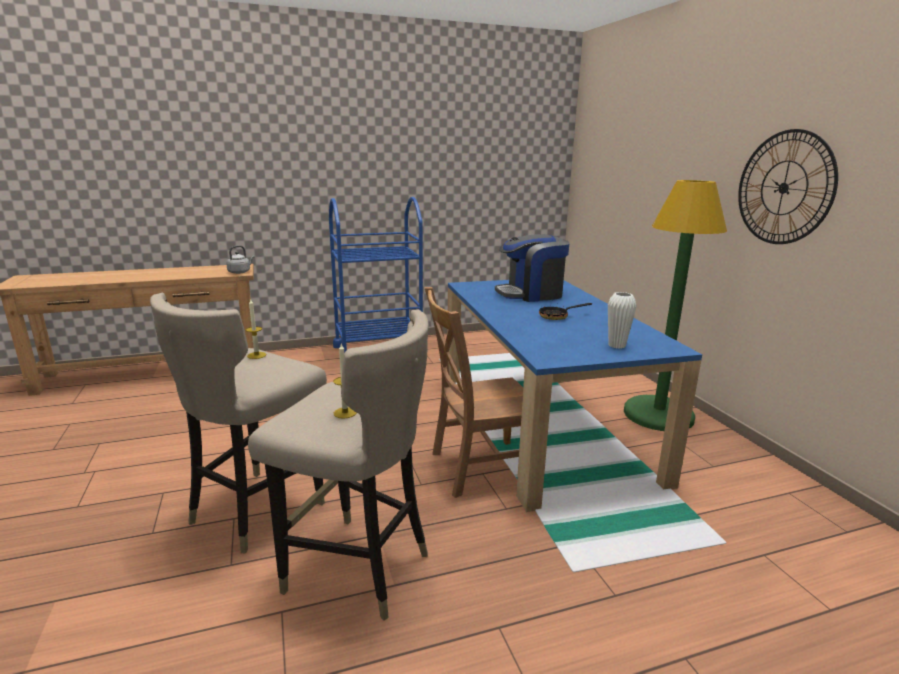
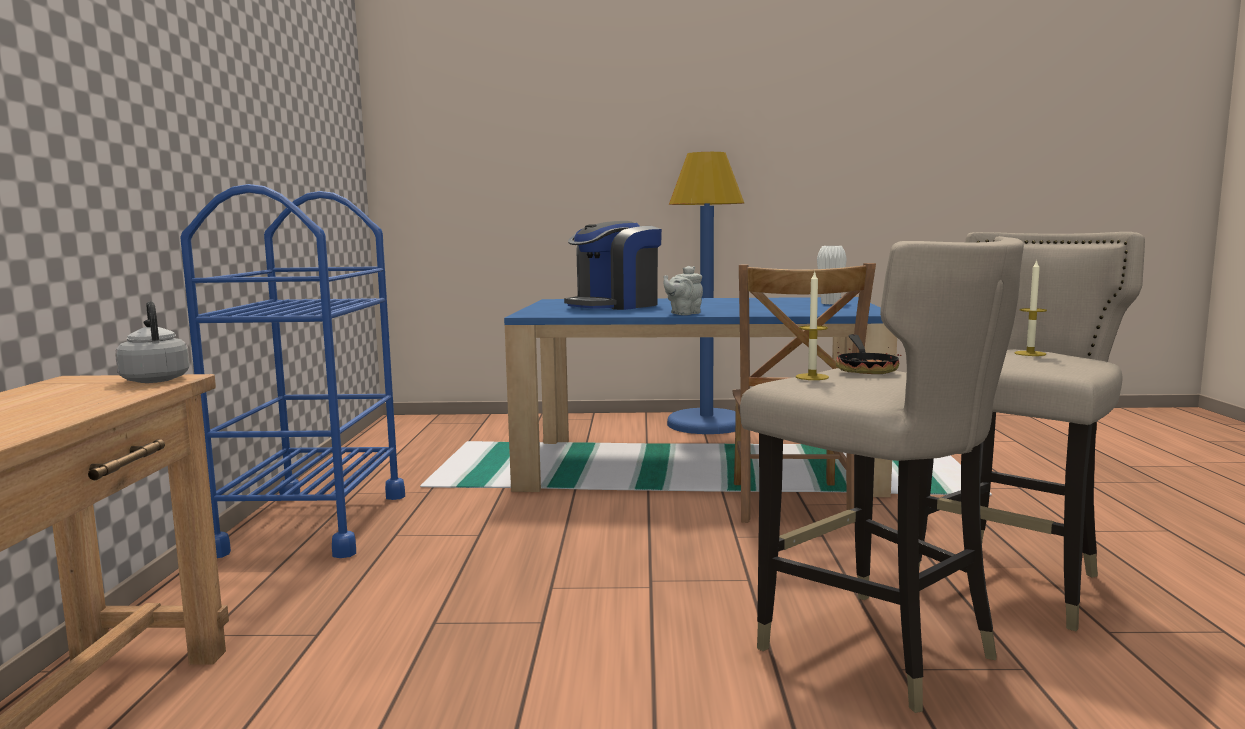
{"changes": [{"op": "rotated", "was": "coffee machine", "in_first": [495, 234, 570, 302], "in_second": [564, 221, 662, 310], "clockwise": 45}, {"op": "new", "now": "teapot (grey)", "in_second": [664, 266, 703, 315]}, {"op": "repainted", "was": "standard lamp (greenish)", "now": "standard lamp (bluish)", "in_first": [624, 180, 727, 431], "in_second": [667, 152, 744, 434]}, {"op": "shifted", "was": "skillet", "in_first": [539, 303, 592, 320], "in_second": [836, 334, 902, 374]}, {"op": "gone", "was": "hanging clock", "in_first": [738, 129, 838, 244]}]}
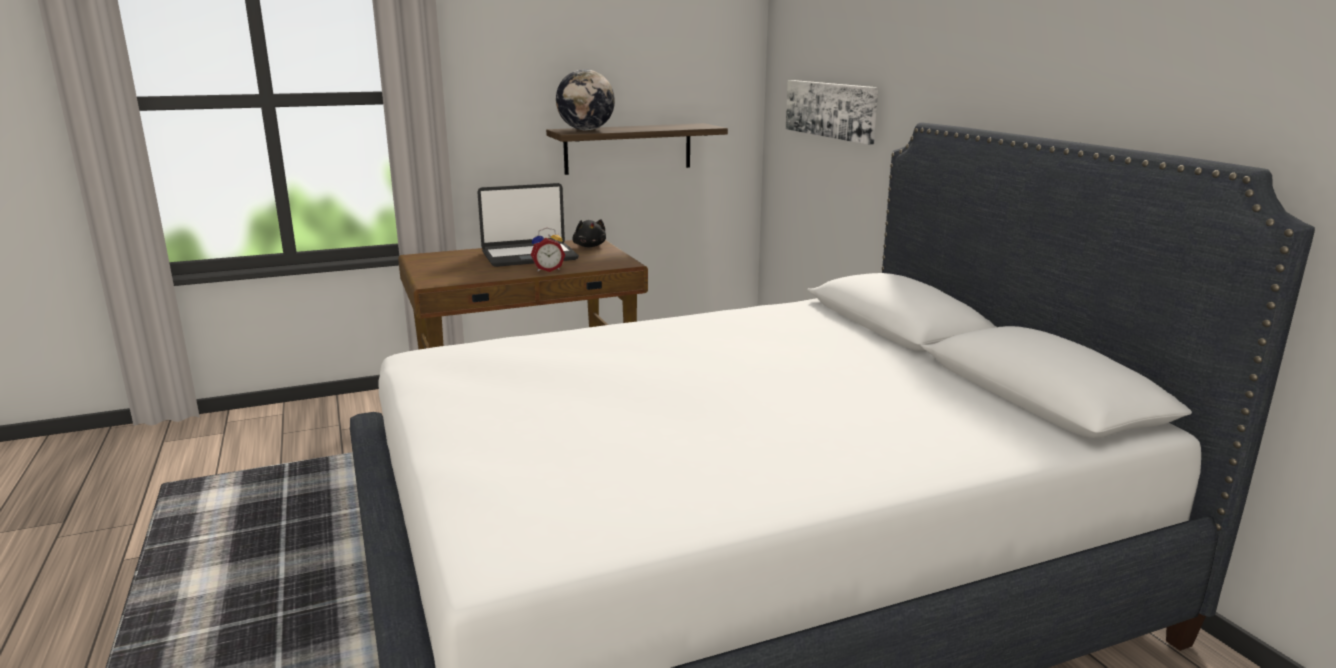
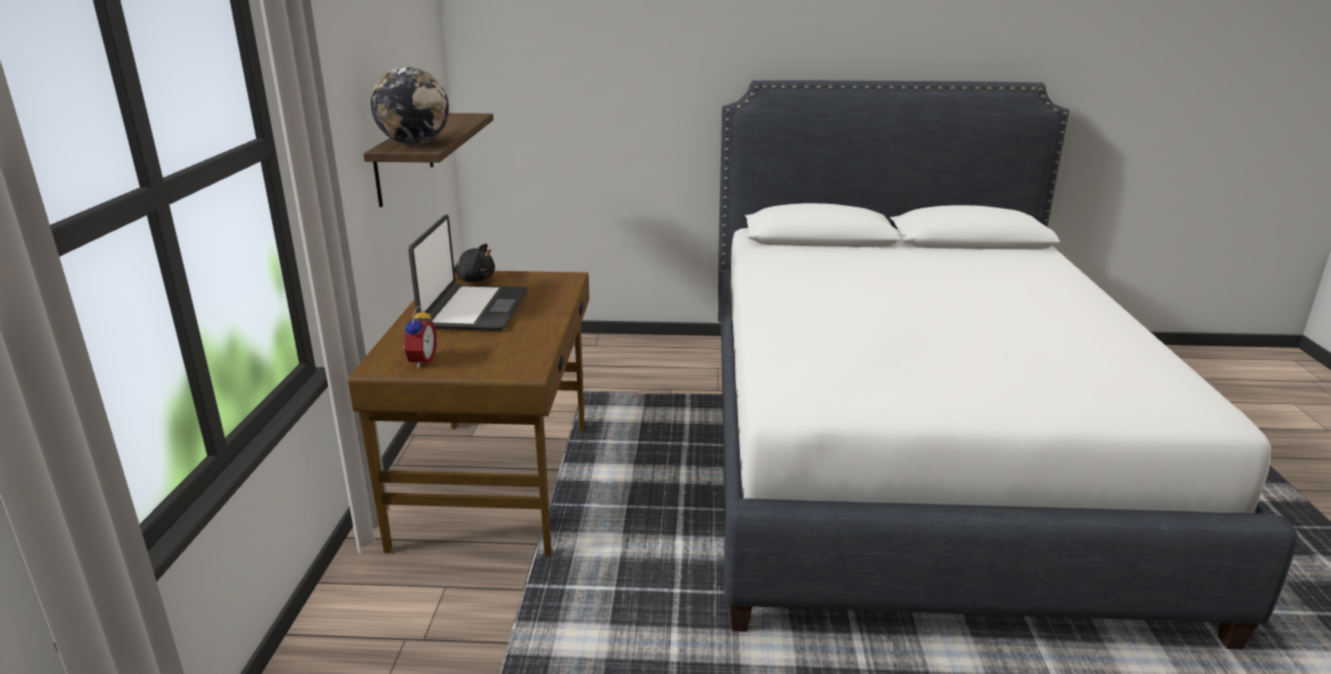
{"changes": [{"op": "shifted", "was": "table clock", "in_first": [531, 228, 565, 272], "in_second": [400, 306, 436, 368]}, {"op": "gone", "was": "wall picture", "in_first": [786, 80, 879, 145]}]}
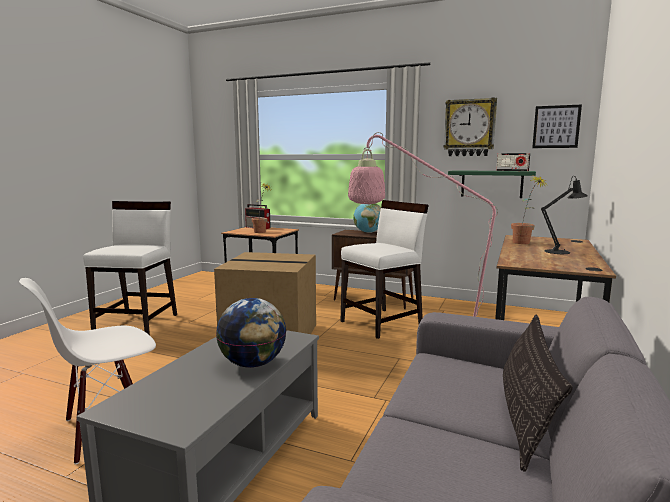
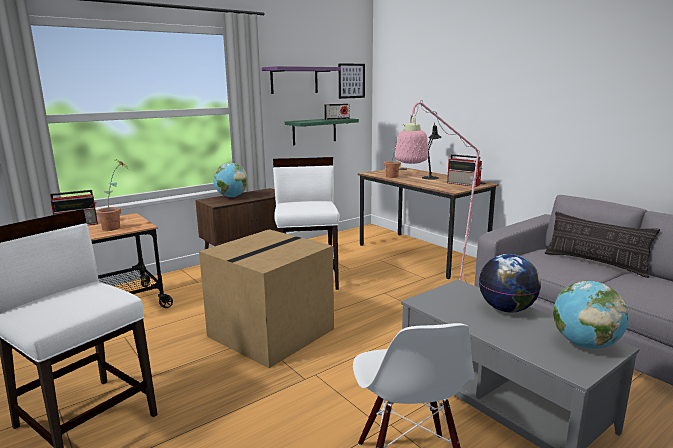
{"changes": [{"op": "swapped", "was": "hanging clock", "now": "bracket shelf (purple)", "in_first": [444, 98, 497, 156], "in_second": [262, 66, 341, 94]}, {"op": "new", "now": "radio receiver", "in_second": [447, 154, 482, 187]}, {"op": "new", "now": "world globe", "in_second": [553, 281, 629, 349]}]}
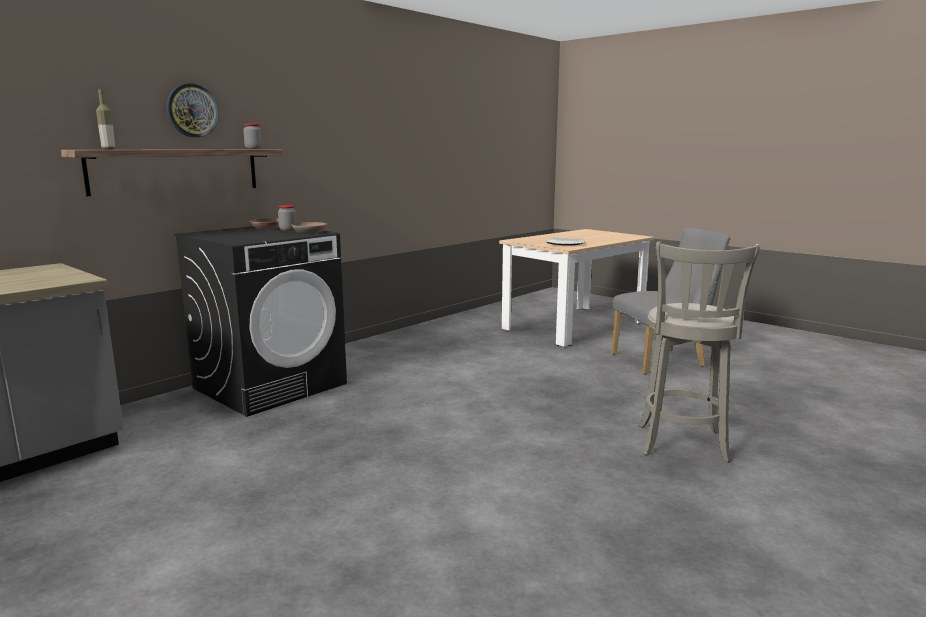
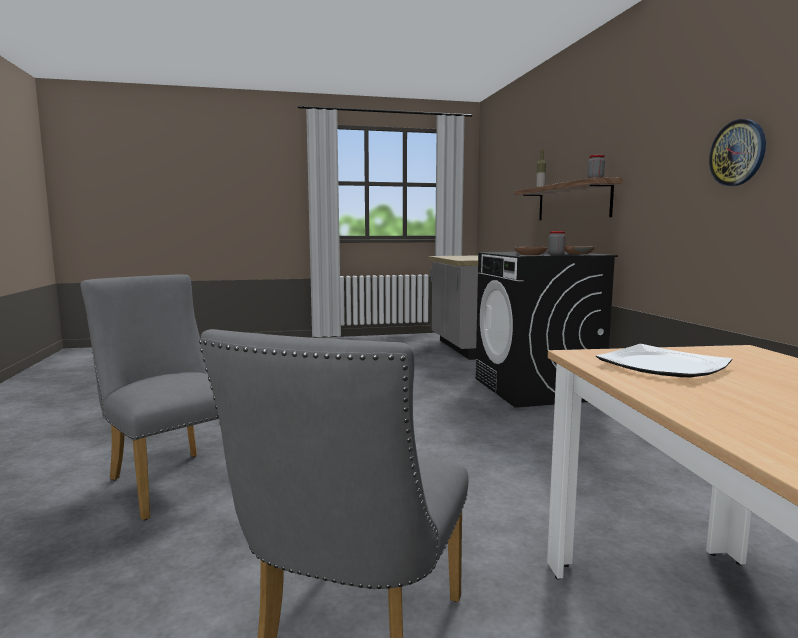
{"changes": [{"op": "swapped", "was": "stool (grey)", "now": "chair (grey)", "in_first": [639, 241, 760, 463], "in_second": [80, 275, 219, 520]}, {"op": "shifted", "was": "hanging clock", "in_first": [167, 83, 219, 138], "in_second": [709, 119, 766, 186]}]}
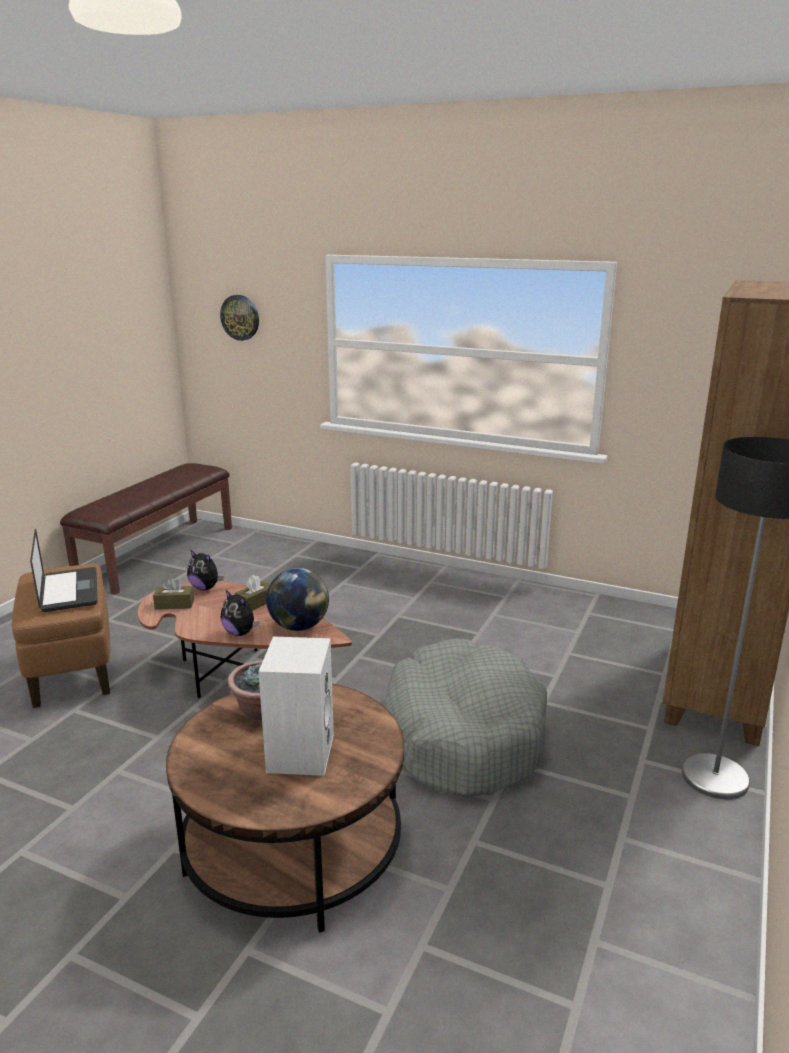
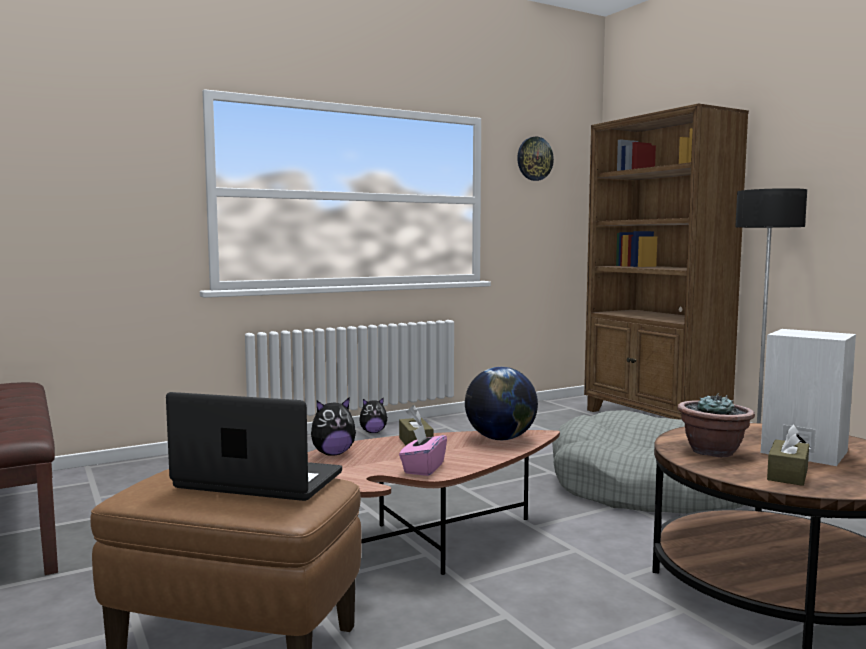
{"changes": [{"op": "shifted", "was": "plush toy", "in_first": [221, 590, 260, 636], "in_second": [359, 397, 388, 433]}, {"op": "new", "now": "box of tissues (pinkish)", "in_second": [399, 425, 447, 476]}, {"op": "shifted", "was": "hanging clock", "in_first": [220, 295, 259, 341], "in_second": [517, 136, 554, 181]}, {"op": "shifted", "was": "box of tissues (brown)", "in_first": [153, 577, 194, 610], "in_second": [767, 424, 809, 486]}]}
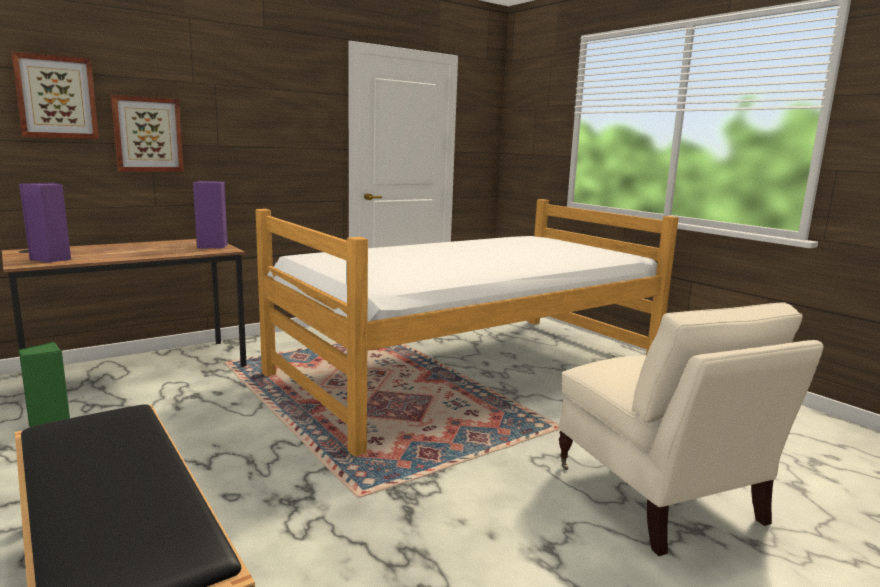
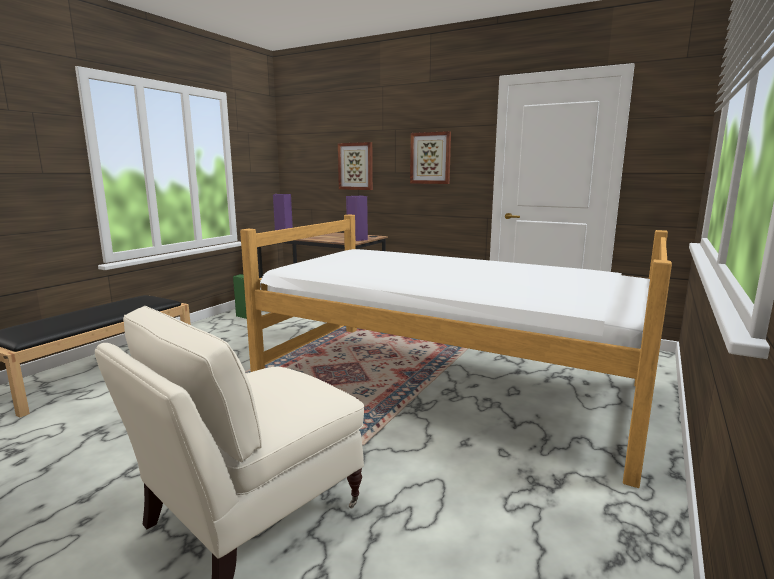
{"changes": [{"op": "shifted", "was": "wall picture", "in_first": [12, 51, 99, 139], "in_second": [410, 131, 451, 184]}]}
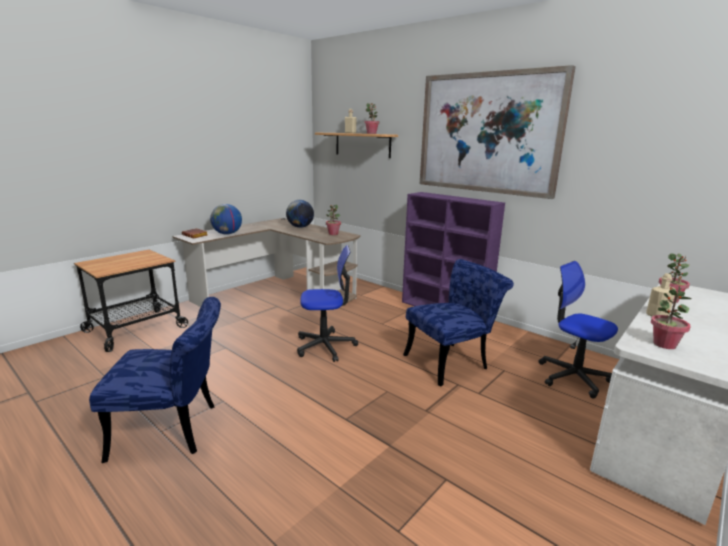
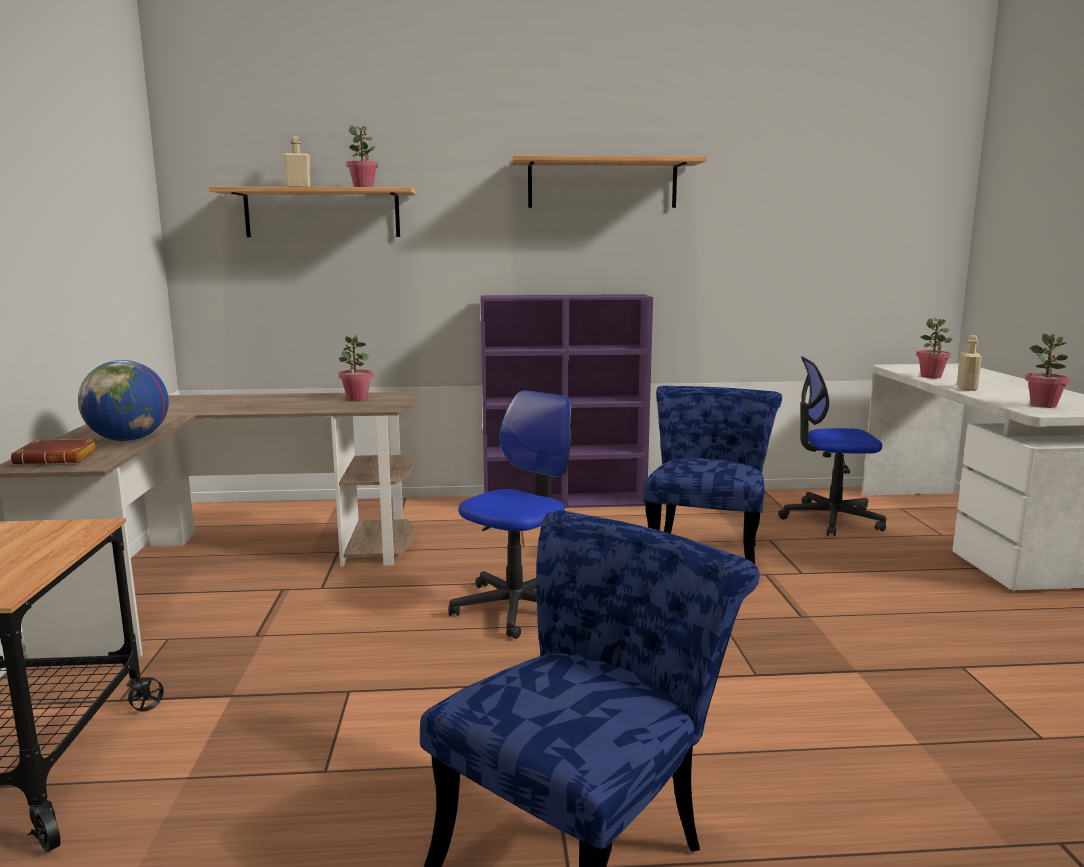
{"changes": [{"op": "swapped", "was": "wall picture", "now": "bracket shelf", "in_first": [420, 65, 576, 199], "in_second": [511, 156, 707, 208]}, {"op": "gone", "was": "world globe", "in_first": [286, 200, 314, 228]}]}
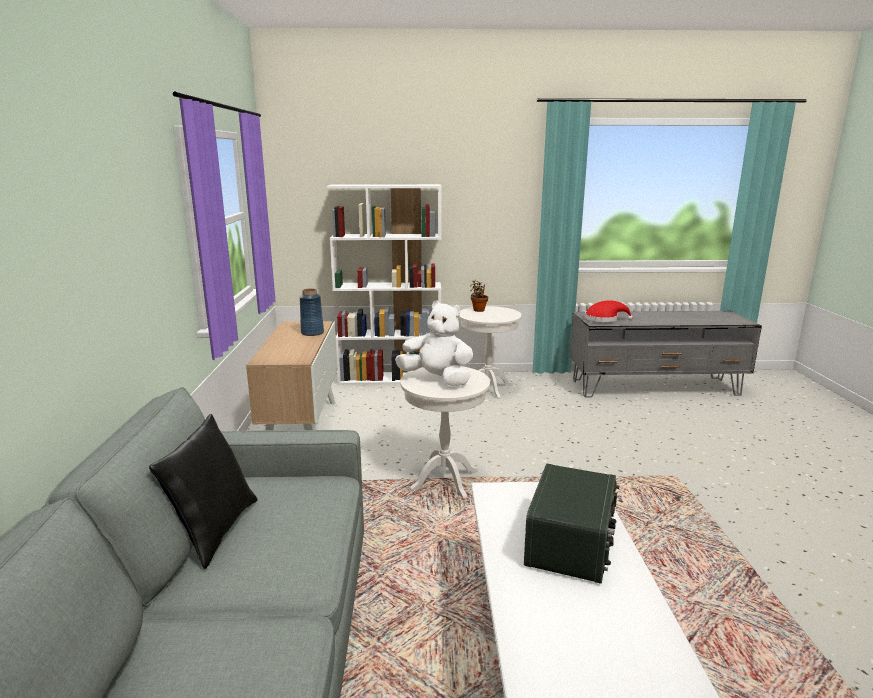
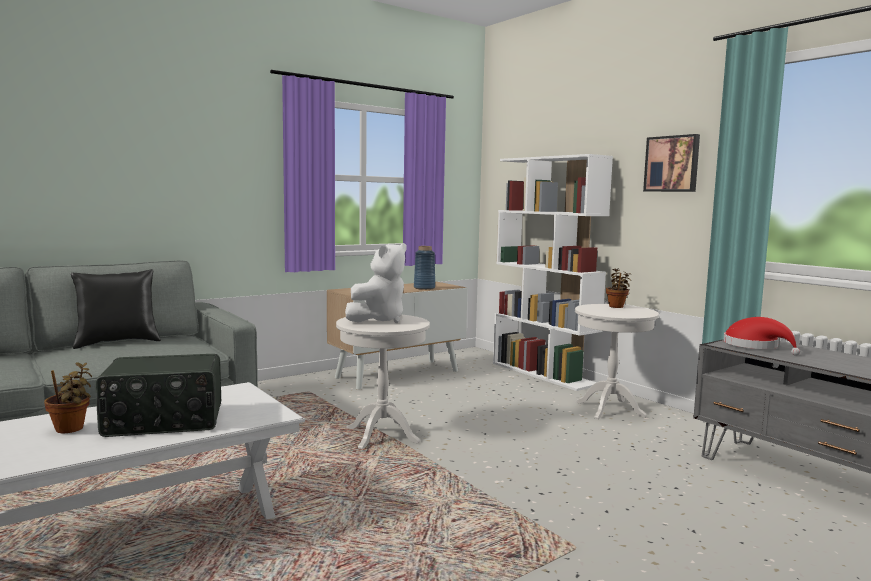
{"changes": [{"op": "new", "now": "houseplant", "in_second": [44, 362, 92, 433]}, {"op": "rotated", "was": "plush toy (white-coloured)", "in_first": [395, 300, 473, 386], "in_second": [345, 243, 406, 323], "clockwise": 45}, {"op": "new", "now": "wall picture", "in_second": [643, 134, 700, 192]}]}
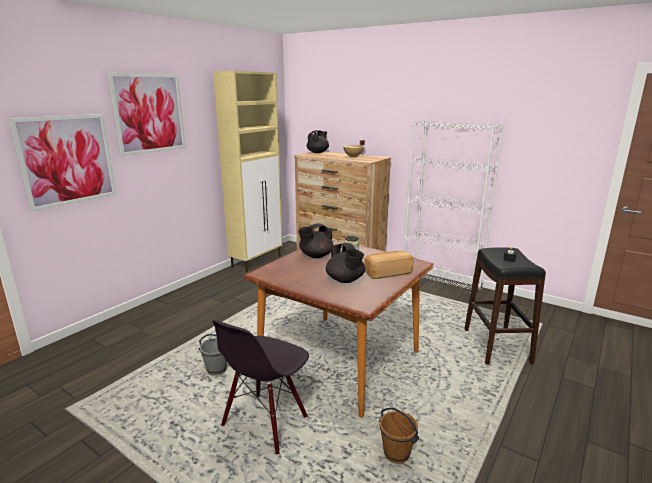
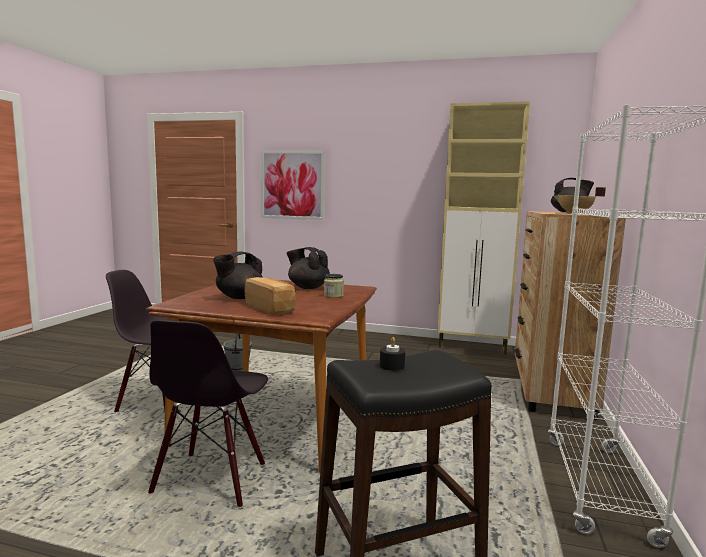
{"changes": [{"op": "new", "now": "chair (black-coloured)", "in_second": [148, 320, 268, 508]}, {"op": "gone", "was": "wall picture", "in_first": [107, 73, 186, 156]}, {"op": "gone", "was": "bucket (brown)", "in_first": [379, 408, 419, 464]}]}
